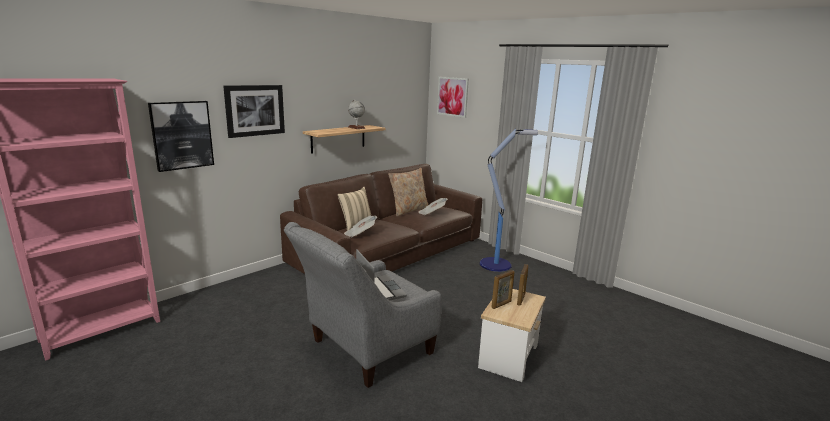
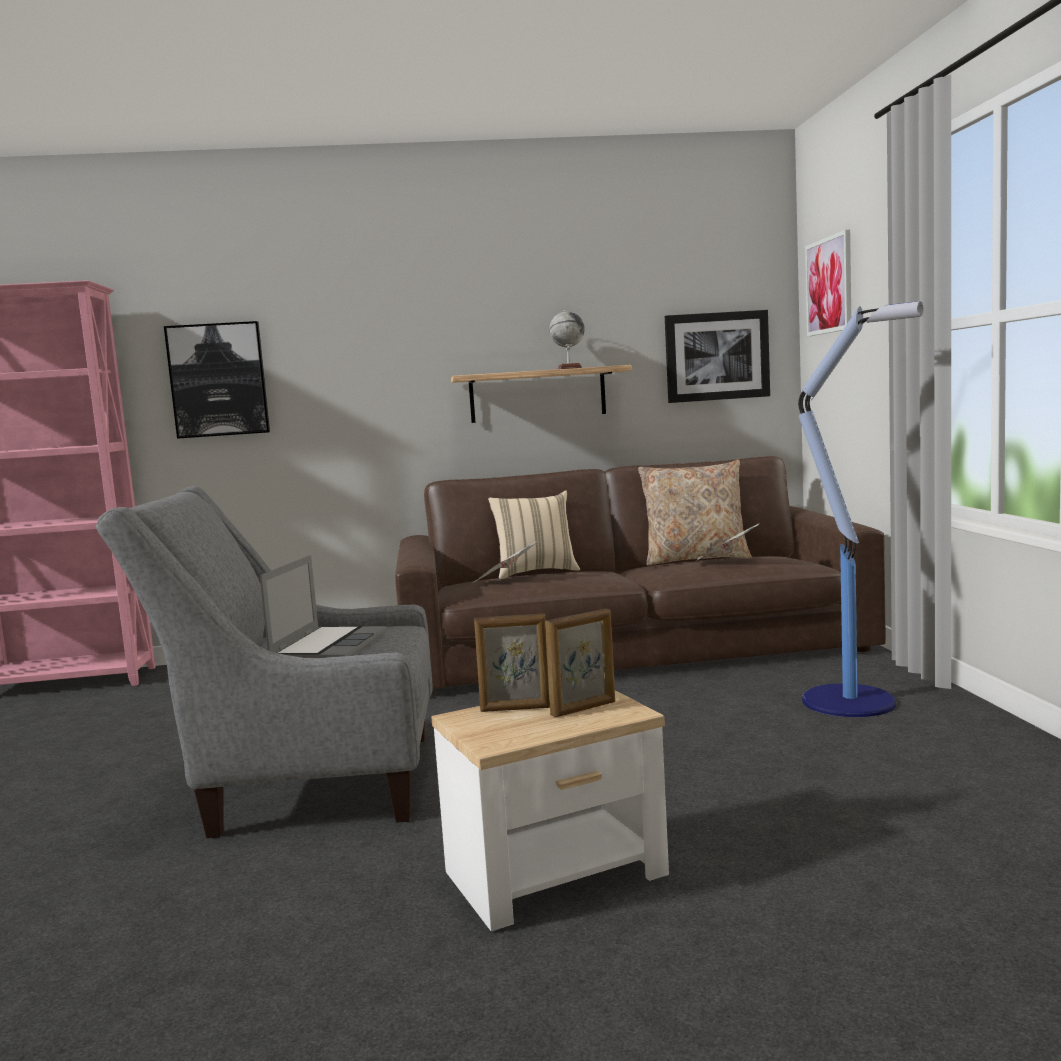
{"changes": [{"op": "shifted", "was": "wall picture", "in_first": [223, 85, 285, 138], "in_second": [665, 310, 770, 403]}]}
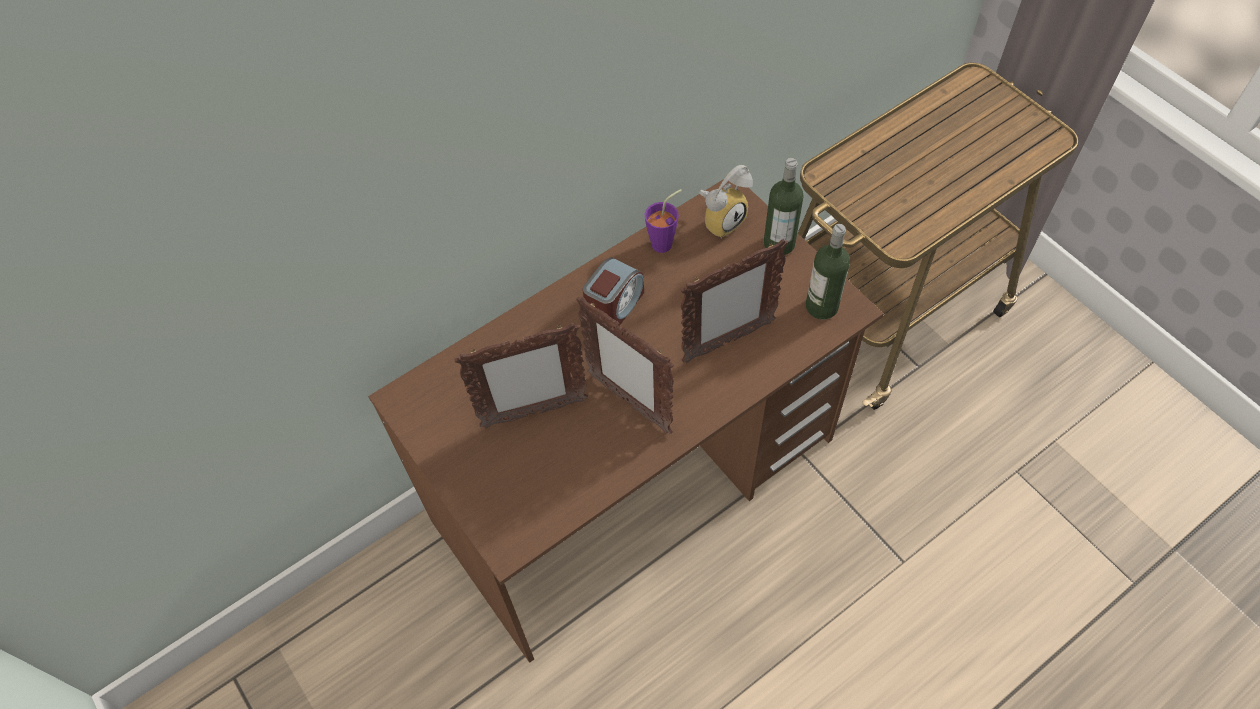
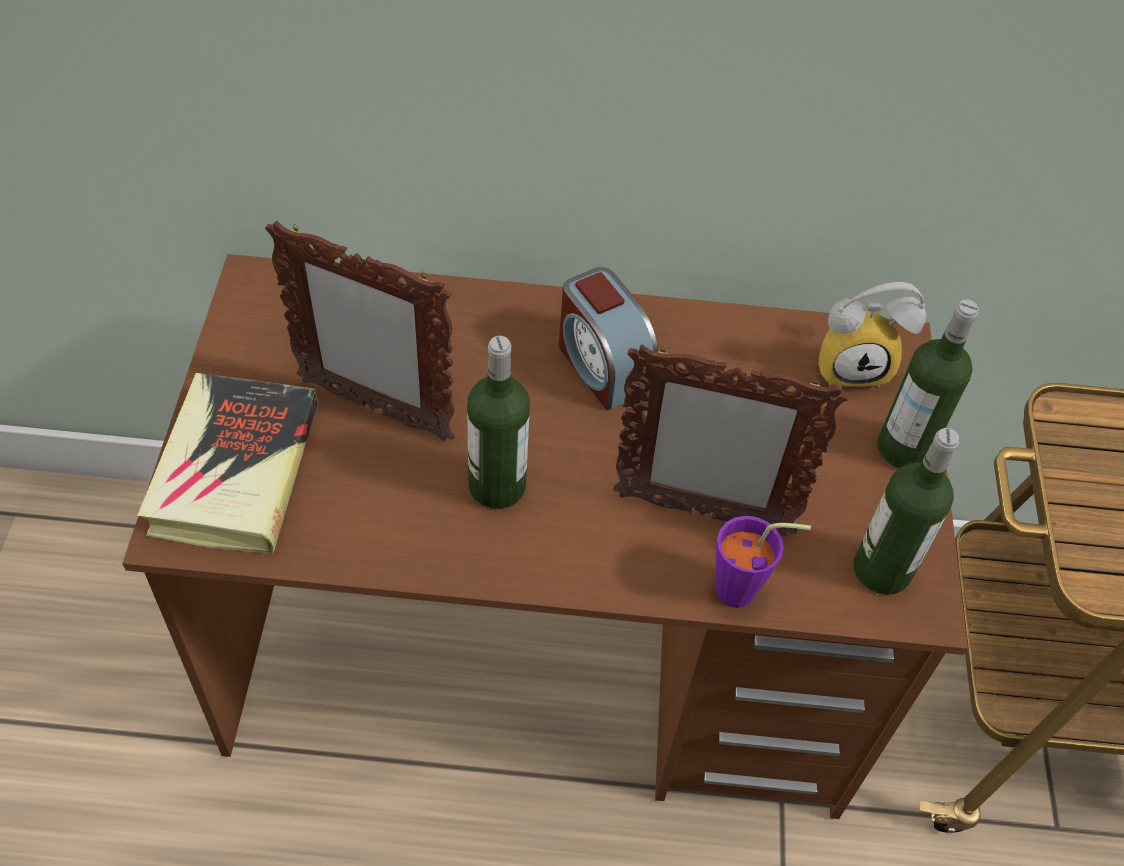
{"changes": [{"op": "new", "now": "bound book", "in_second": [137, 373, 318, 555]}, {"op": "swapped", "was": "photo frame", "now": "beverage bottle", "in_first": [576, 297, 674, 434], "in_second": [467, 336, 530, 509]}, {"op": "rotated", "was": "table clock", "in_first": [583, 258, 644, 328], "in_second": [559, 267, 658, 410], "clockwise": 75}, {"op": "shifted", "was": "drinking cup (purple)", "in_first": [645, 189, 682, 253], "in_second": [715, 516, 811, 608]}]}
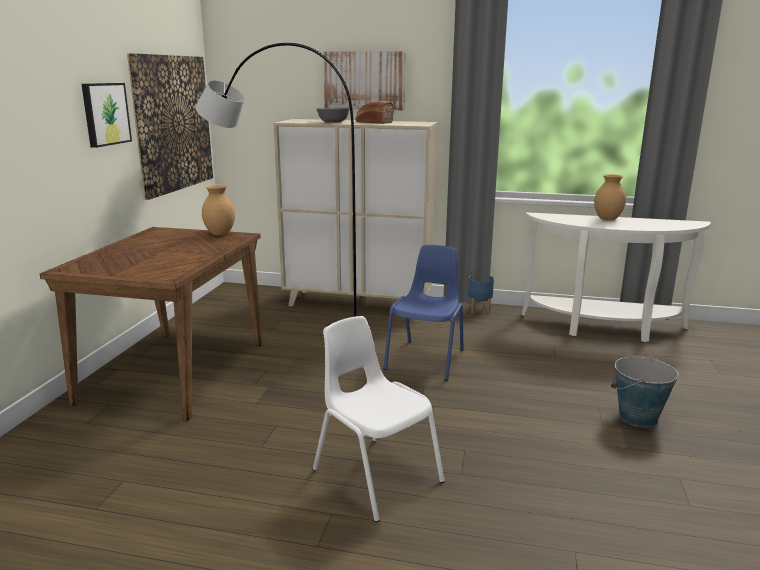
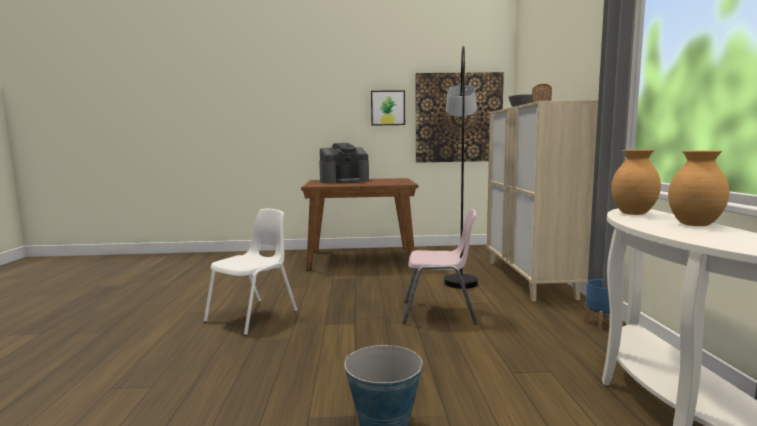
{"changes": [{"op": "new", "now": "coffee machine", "in_second": [319, 143, 369, 184]}, {"op": "repainted", "was": "chair (bluish)", "now": "chair (pinkish)", "in_first": [384, 245, 464, 381], "in_second": [403, 209, 477, 325]}, {"op": "shifted", "was": "decorative vase (brown)", "in_first": [202, 185, 235, 235], "in_second": [611, 150, 661, 215]}, {"op": "gone", "was": "wall picture", "in_first": [323, 51, 406, 110]}]}
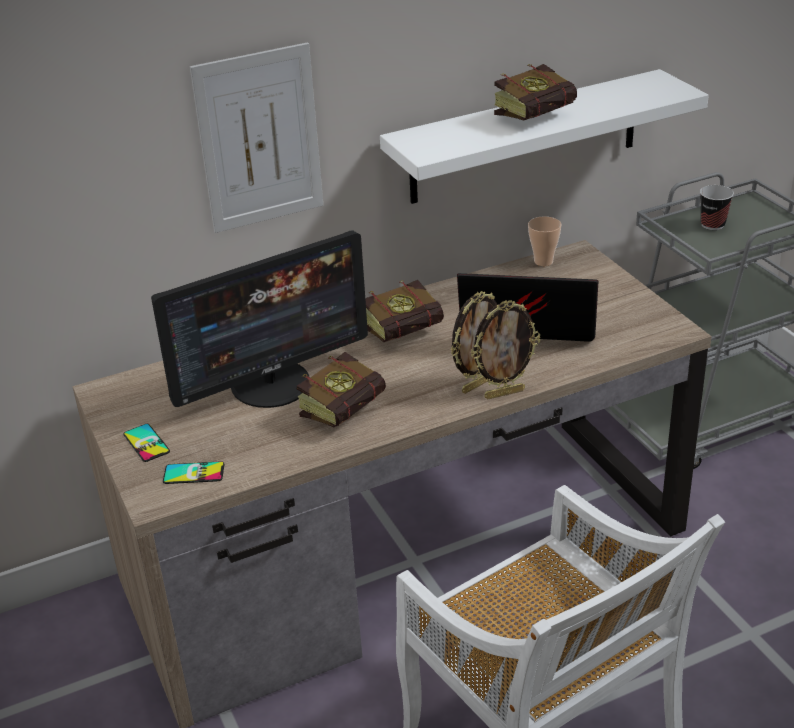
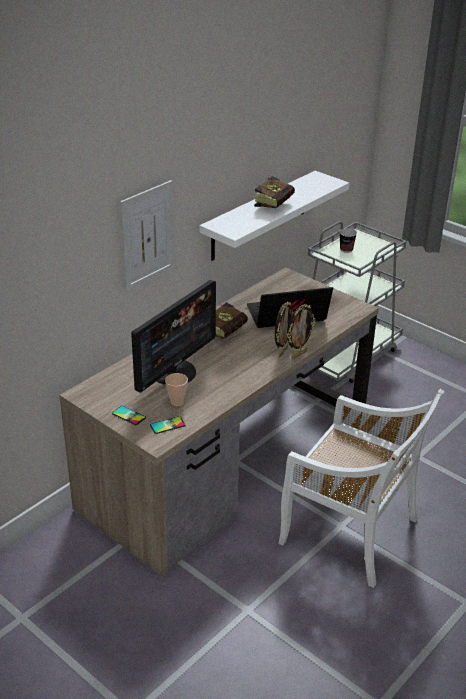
{"changes": [{"op": "shifted", "was": "drinking cup", "in_first": [528, 216, 562, 266], "in_second": [165, 373, 188, 406]}, {"op": "gone", "was": "bound book", "in_first": [297, 352, 386, 427]}]}
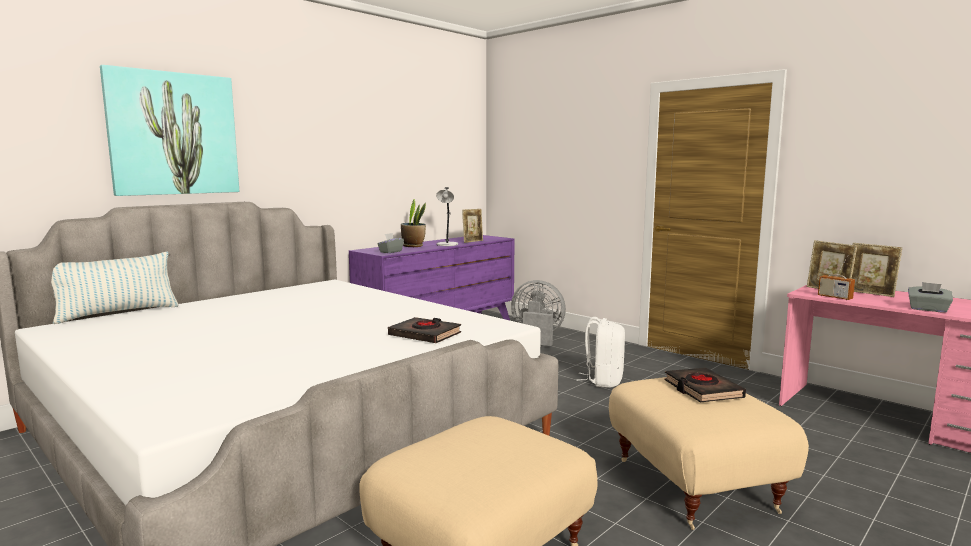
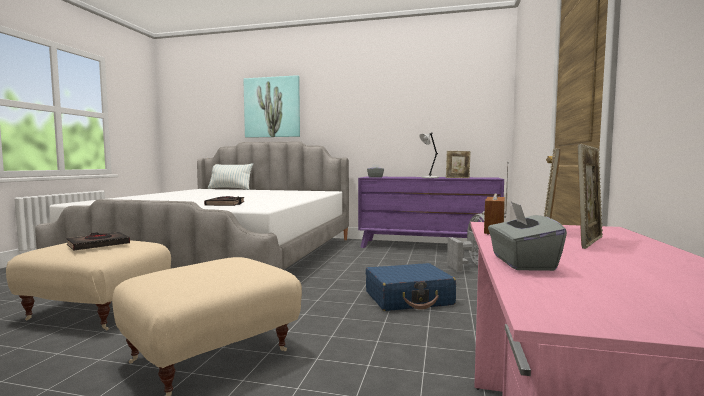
{"changes": [{"op": "shifted", "was": "bound book (black-coloured)", "in_first": [665, 368, 746, 402], "in_second": [66, 232, 130, 251]}, {"op": "swapped", "was": "rucksack (white-coloured)", "now": "travel case (bluish)", "in_first": [576, 317, 625, 388], "in_second": [366, 263, 456, 311]}, {"op": "rotated", "was": "photo frame", "in_first": [852, 243, 902, 297], "in_second": [577, 144, 603, 249], "clockwise": -150}, {"op": "gone", "was": "houseplant", "in_first": [401, 199, 426, 247]}]}
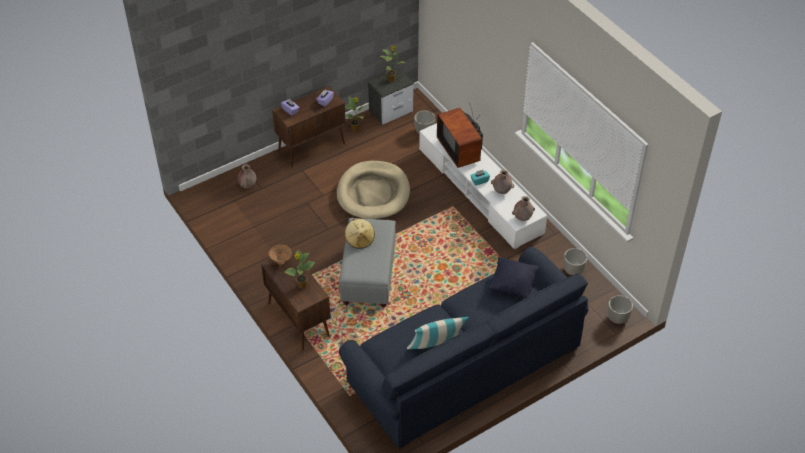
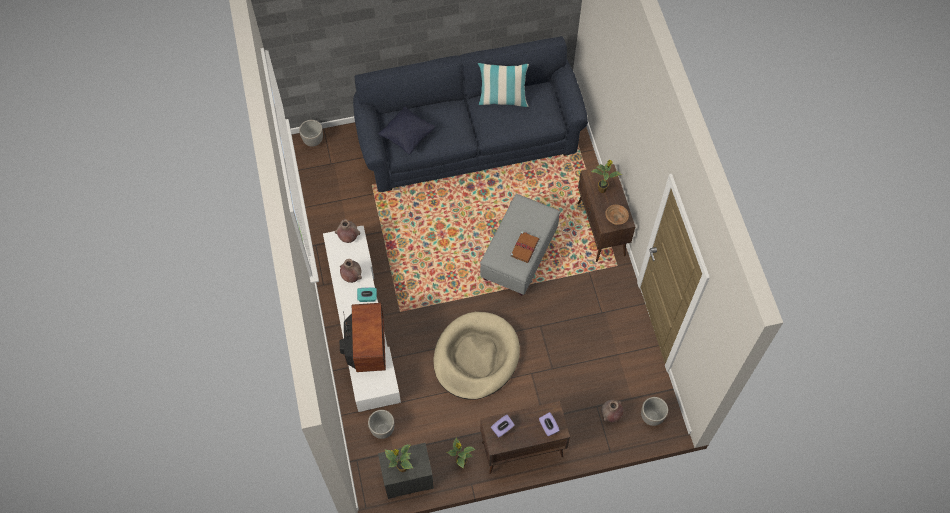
{"changes": [{"op": "swapped", "was": "clothing hat (beige-coloured)", "now": "bound book (brown)", "in_first": [345, 218, 375, 249], "in_second": [510, 231, 539, 263]}, {"op": "shifted", "was": "plant pot", "in_first": [563, 248, 587, 275], "in_second": [641, 397, 668, 426]}]}
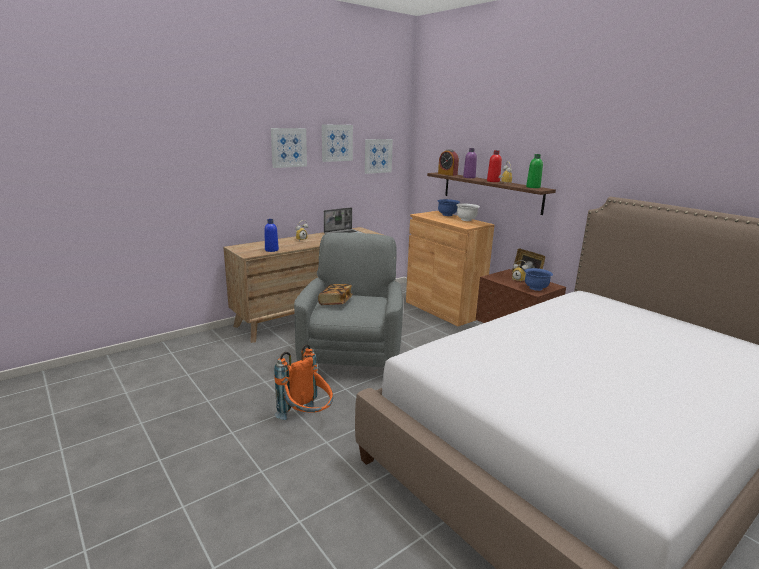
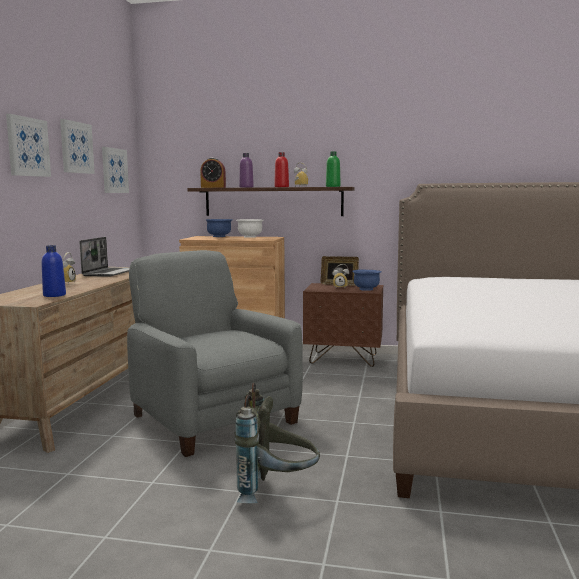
{"changes": [{"op": "repainted", "was": "rucksack (orangey)", "now": "rucksack (grey)", "in_first": [274, 344, 333, 420], "in_second": [235, 383, 320, 503]}, {"op": "gone", "was": "bound book", "in_first": [318, 284, 352, 305]}]}
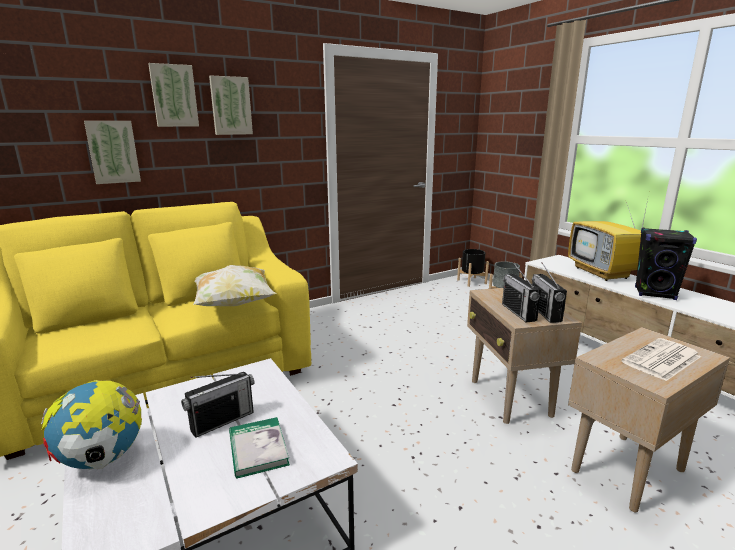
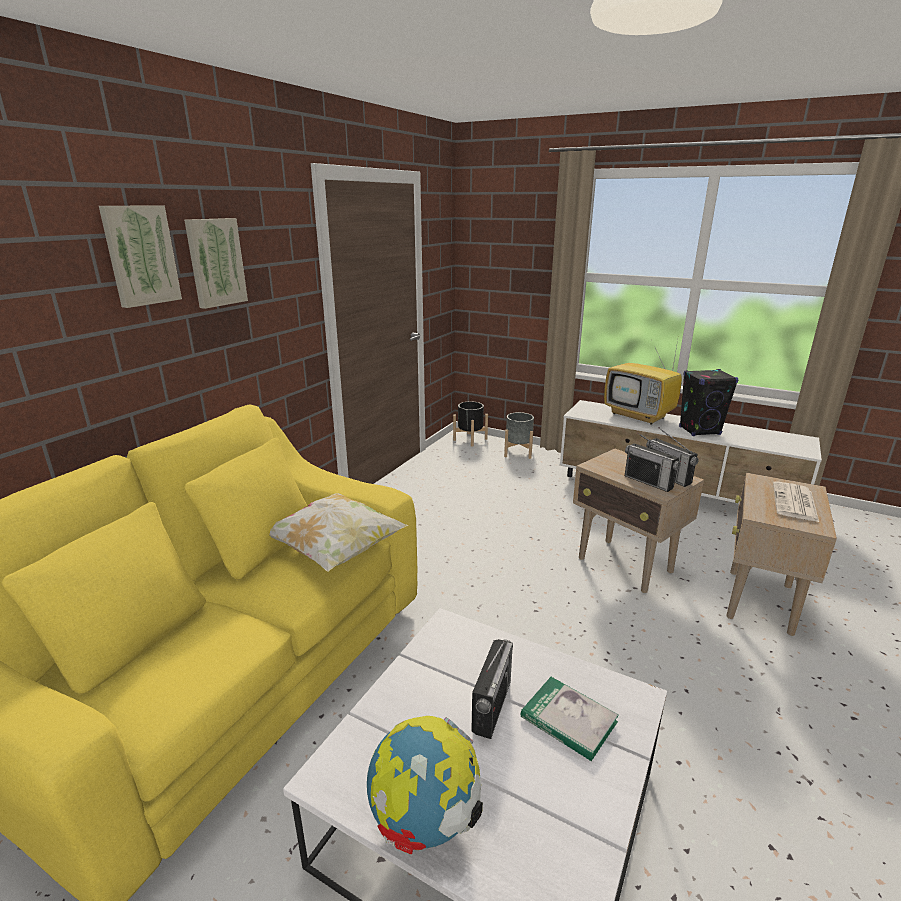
{"changes": [{"op": "gone", "was": "wall picture", "in_first": [84, 121, 141, 184]}]}
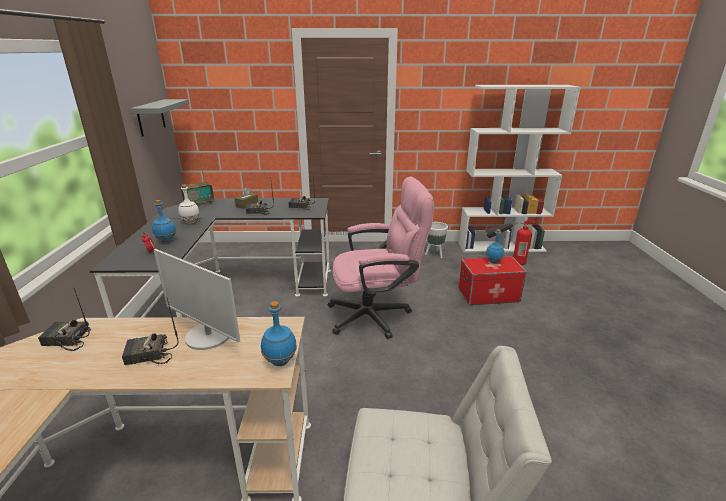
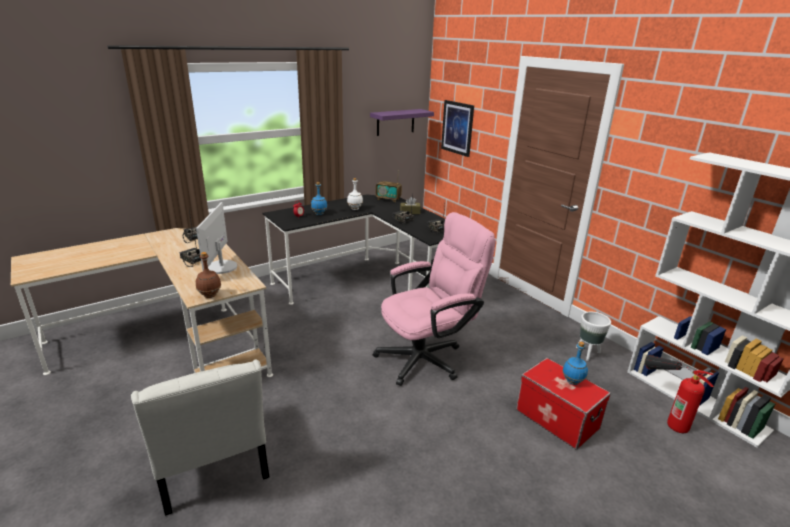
{"changes": [{"op": "repainted", "was": "beverage bottle (bluish)", "now": "beverage bottle (brown)", "in_first": [261, 301, 297, 366], "in_second": [196, 252, 221, 298]}, {"op": "repainted", "was": "bracket shelf (grey)", "now": "bracket shelf (purple)", "in_first": [130, 99, 189, 137], "in_second": [370, 109, 434, 136]}, {"op": "rotated", "was": "computer chair (pinkish)", "in_first": [328, 177, 434, 339], "in_second": [373, 212, 496, 386], "clockwise": -75}, {"op": "new", "now": "wall picture", "in_second": [441, 100, 474, 157]}]}
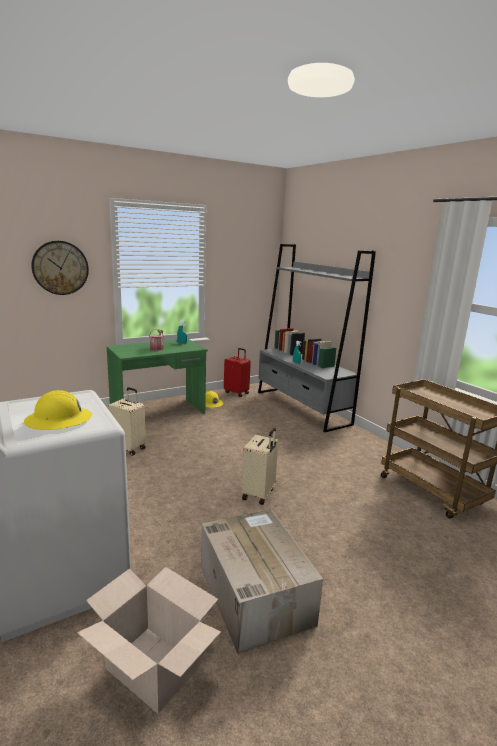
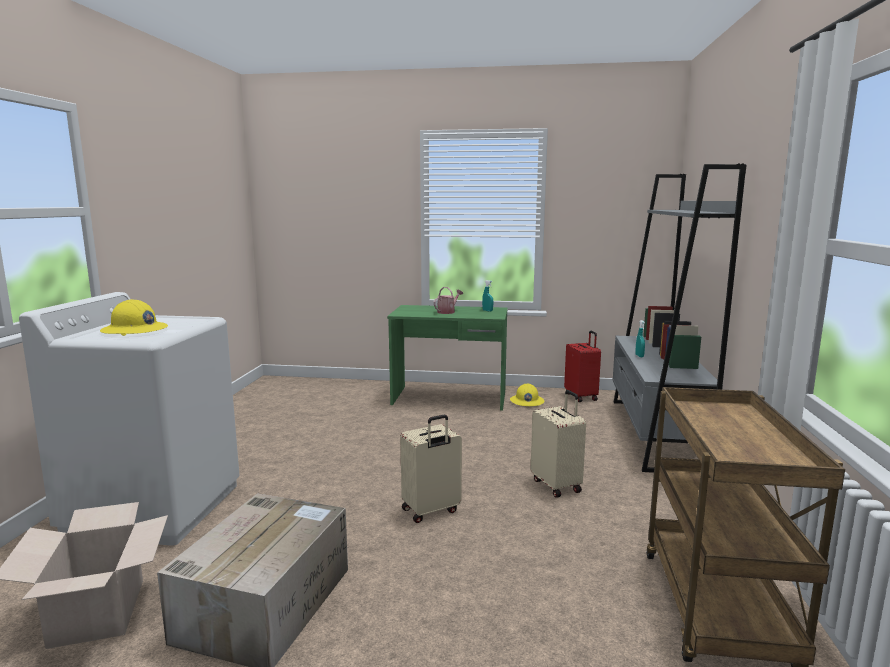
{"changes": [{"op": "shifted", "was": "travel case (beige-coloured)", "in_first": [107, 388, 146, 456], "in_second": [531, 390, 586, 498]}, {"op": "gone", "was": "hanging clock", "in_first": [31, 241, 89, 295]}]}
